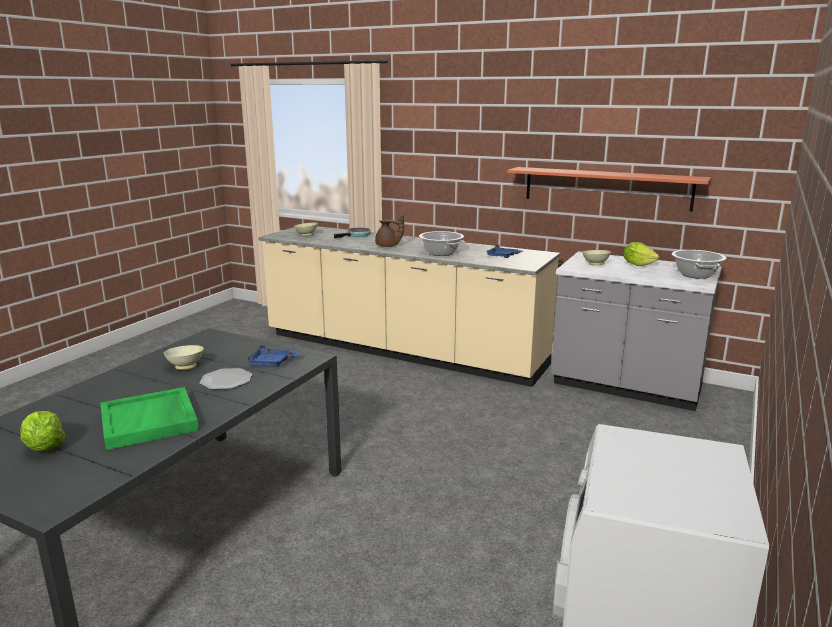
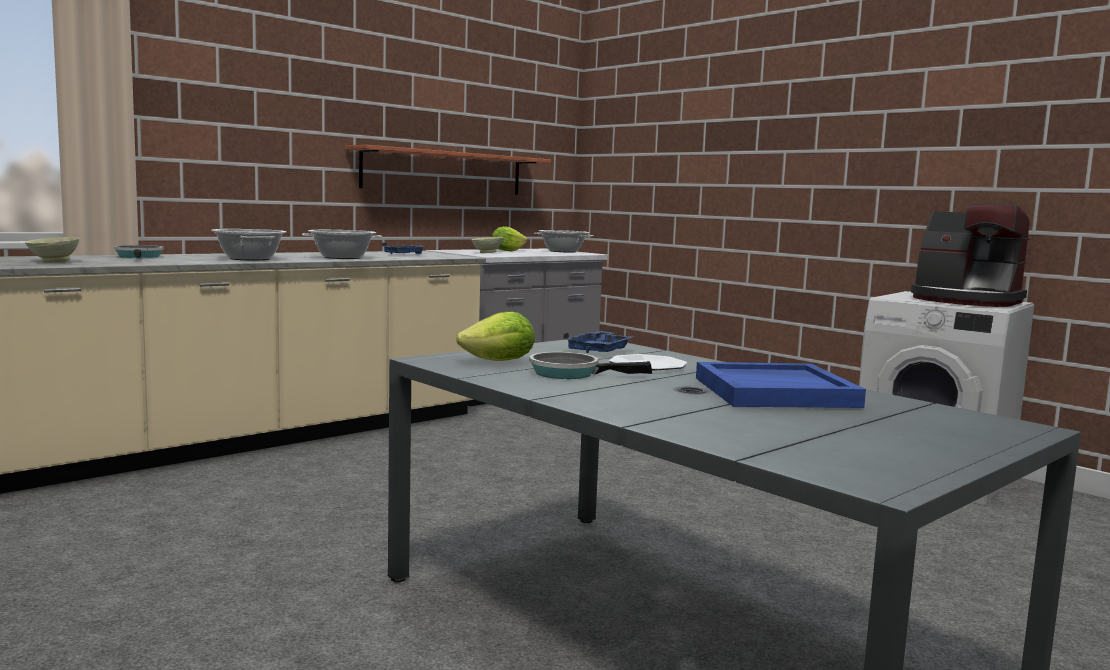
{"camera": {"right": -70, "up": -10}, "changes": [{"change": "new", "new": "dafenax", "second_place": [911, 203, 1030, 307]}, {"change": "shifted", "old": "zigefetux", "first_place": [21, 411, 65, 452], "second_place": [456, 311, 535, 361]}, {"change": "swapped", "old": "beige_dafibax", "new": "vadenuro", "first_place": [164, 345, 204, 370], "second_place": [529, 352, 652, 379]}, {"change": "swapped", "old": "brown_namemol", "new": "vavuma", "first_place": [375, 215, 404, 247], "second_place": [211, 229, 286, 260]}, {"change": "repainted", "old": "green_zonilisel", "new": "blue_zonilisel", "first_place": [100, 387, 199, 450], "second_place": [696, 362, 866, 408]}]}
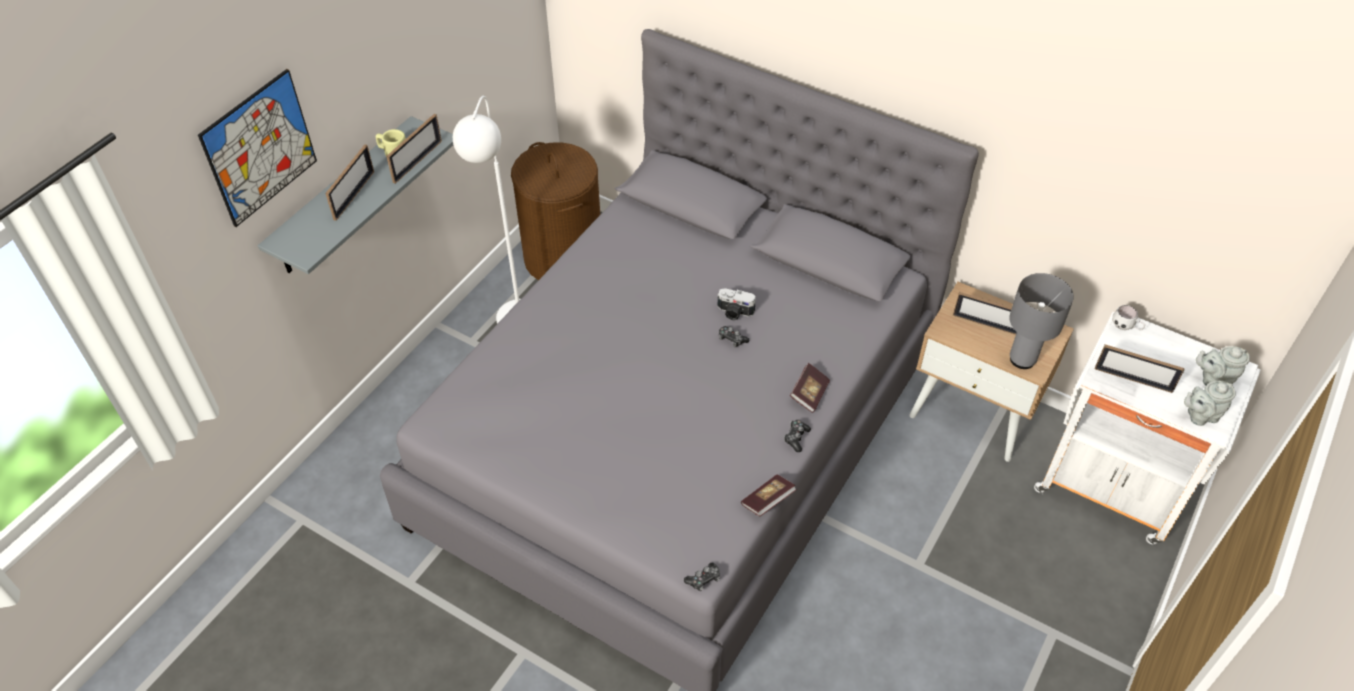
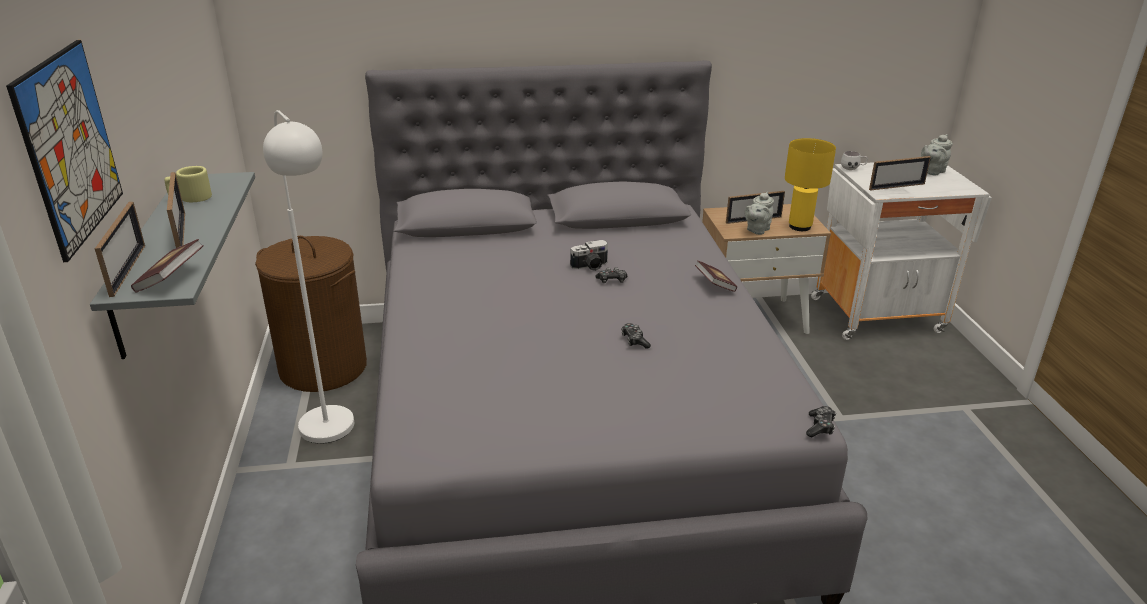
{"camera": {"right": -40, "up": -20}, "changes": [{"change": "shifted", "old": "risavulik", "first_place": [386, 114, 442, 184], "second_place": [95, 202, 145, 297]}, {"change": "shifted", "old": "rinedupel", "first_place": [741, 474, 797, 516], "second_place": [131, 239, 204, 292]}, {"change": "shifted", "old": "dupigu", "first_place": [784, 420, 811, 452], "second_place": [621, 323, 651, 349]}, {"change": "shifted", "old": "grey_namemol", "first_place": [1184, 381, 1236, 426], "second_place": [745, 192, 774, 235]}, {"change": "repainted", "old": "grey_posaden", "new": "yellow_posaden", "first_place": [1009, 273, 1074, 369], "second_place": [785, 138, 836, 231]}]}
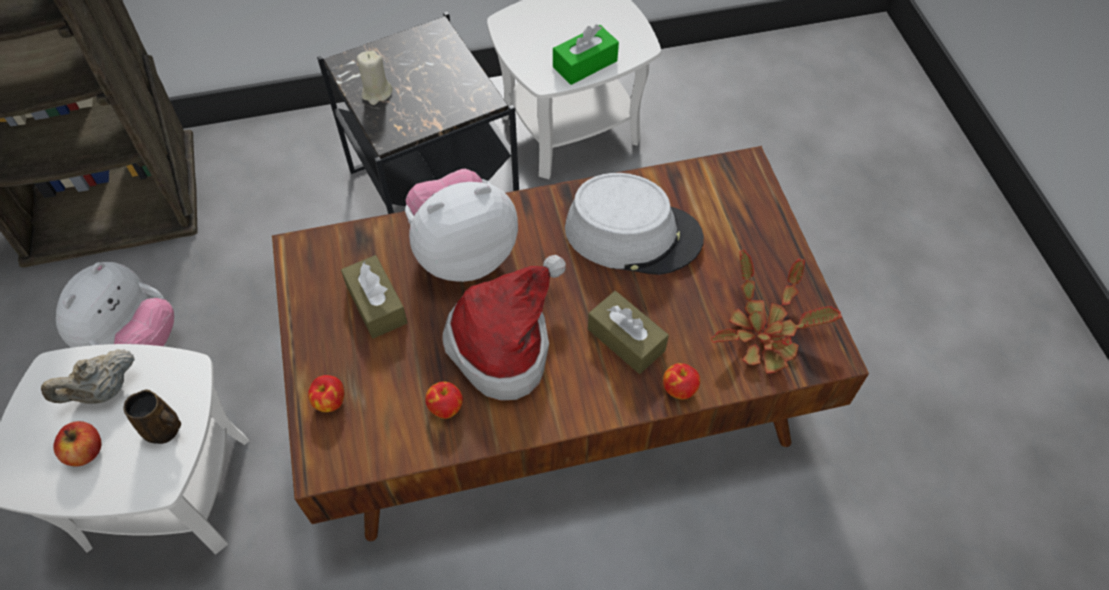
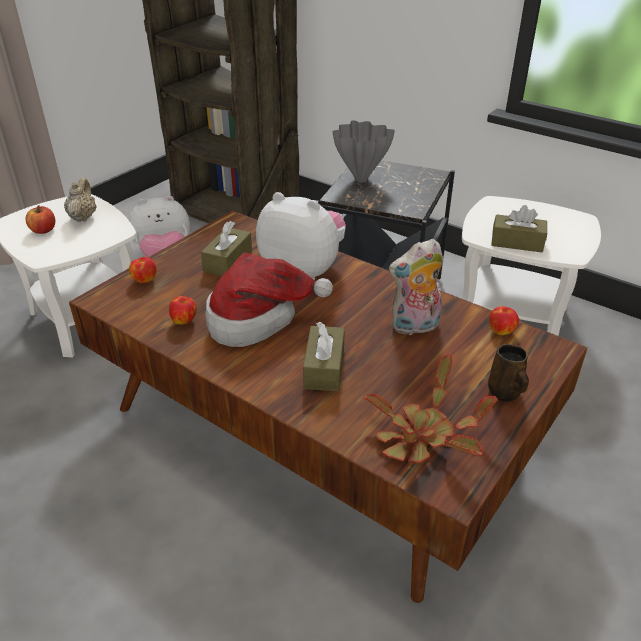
{"camera": {"right": 50, "up": -20}, "changes": [{"change": "shifted", "old": "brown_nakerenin", "first_place": [123, 389, 181, 444], "second_place": [488, 344, 529, 402]}, {"change": "shifted", "old": "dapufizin", "first_place": [663, 363, 700, 400], "second_place": [489, 306, 519, 335]}, {"change": "swapped", "old": "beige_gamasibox", "new": "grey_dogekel", "first_place": [357, 51, 393, 105], "second_place": [333, 120, 395, 182]}, {"change": "swapped", "old": "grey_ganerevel", "new": "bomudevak", "first_place": [565, 173, 704, 275], "second_place": [389, 239, 444, 335]}, {"change": "repainted", "old": "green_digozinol", "new": "brown_digozinol", "first_place": [553, 24, 619, 85], "second_place": [491, 205, 547, 252]}, {"change": "rotated", "old": "beige_namemol", "first_place": [41, 349, 135, 404], "second_place": [64, 177, 97, 222], "degrees": 75}]}
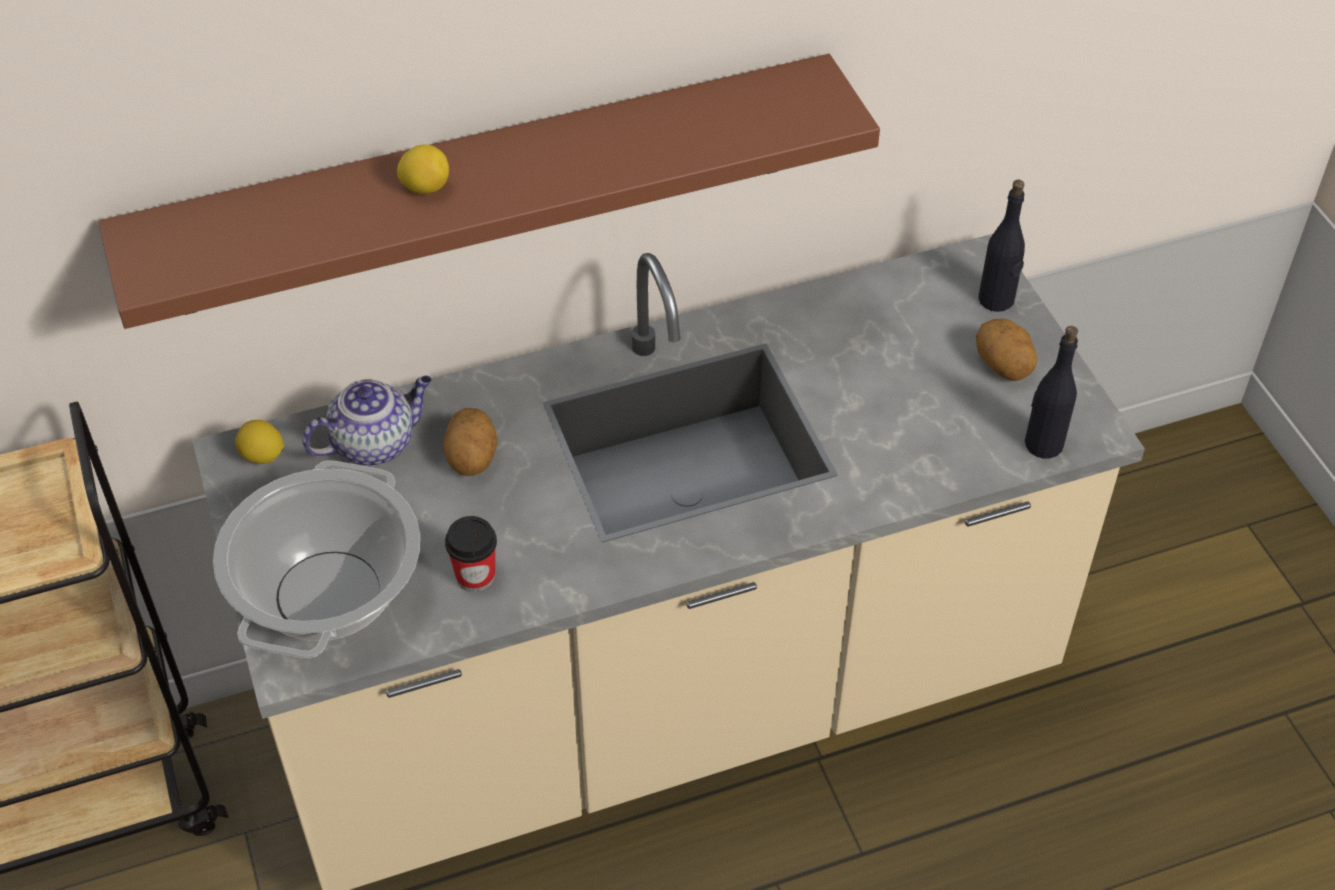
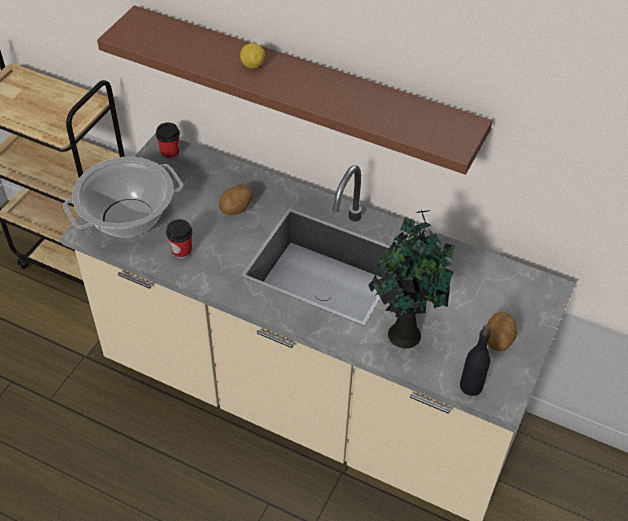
{"camera": {"right": 45, "up": 0}, "changes": [{"change": "gone", "old": "namemol", "first_place": [302, 376, 432, 466]}, {"change": "gone", "old": "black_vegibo", "first_place": [978, 180, 1025, 312]}, {"change": "new", "new": "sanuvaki", "second_place": [369, 210, 455, 349]}, {"change": "swapped", "old": "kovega", "new": "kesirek", "first_place": [235, 420, 284, 464], "second_place": [156, 123, 180, 160]}]}
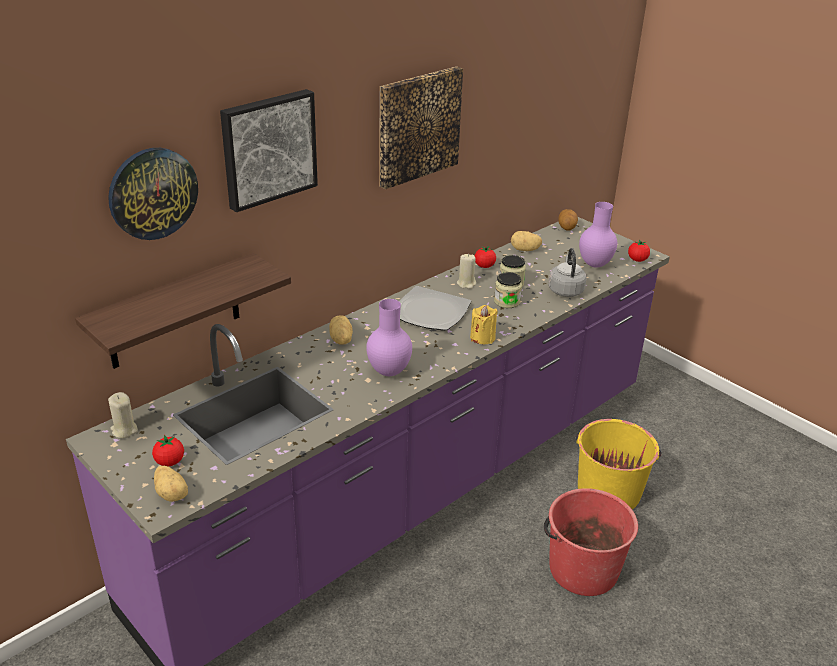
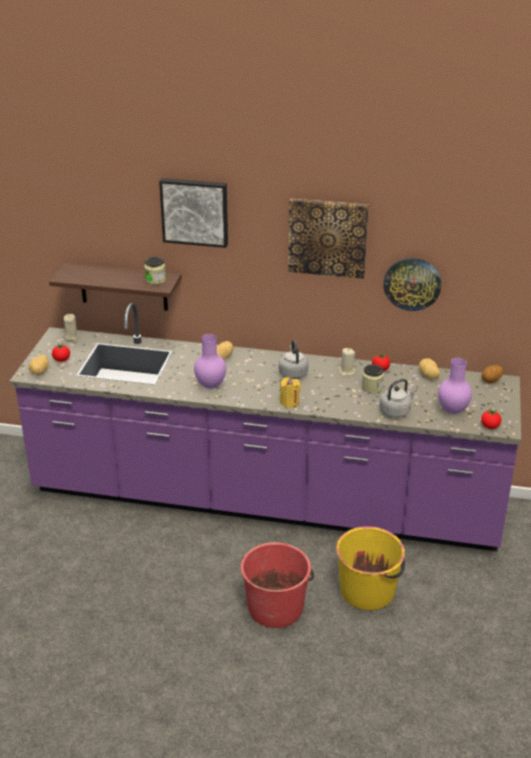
{"camera": {"right": 55, "up": 0}, "changes": [{"change": "shifted", "old": "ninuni", "first_place": [108, 148, 198, 240], "second_place": [383, 258, 441, 311]}, {"change": "shifted", "old": "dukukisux", "first_place": [494, 272, 522, 308], "second_place": [144, 257, 166, 285]}, {"change": "swapped", "old": "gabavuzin", "new": "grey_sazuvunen", "first_place": [399, 286, 471, 331], "second_place": [279, 340, 309, 379]}]}
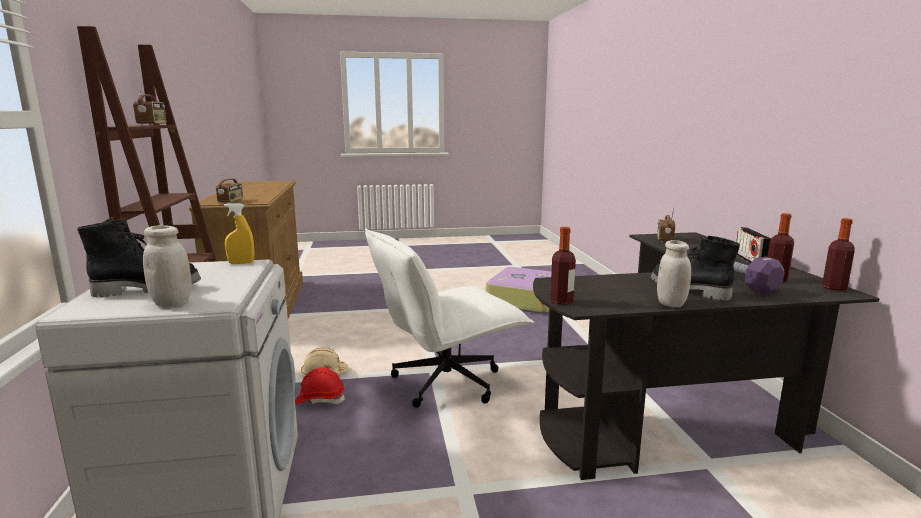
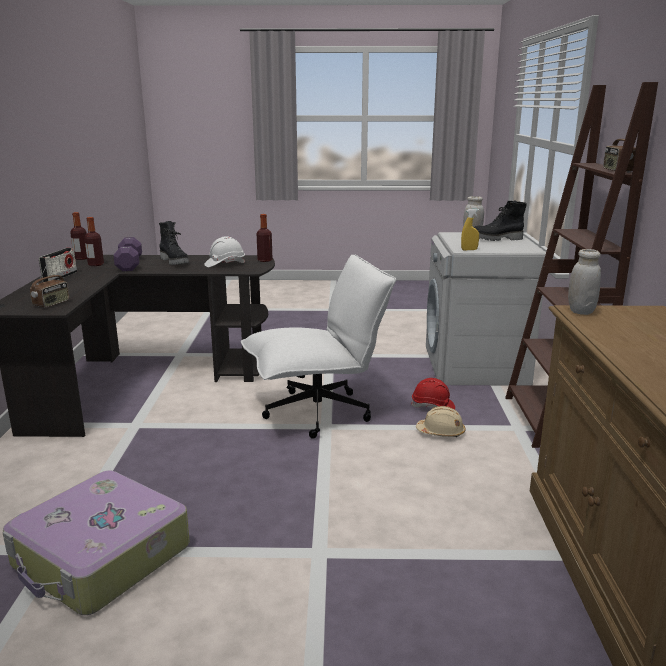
{"camera": {"right": -170, "up": 5}, "changes": [{"change": "gone", "old": "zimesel", "first_place": [216, 170, 243, 203]}, {"change": "new", "new": "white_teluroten", "second_place": [204, 236, 245, 267]}, {"change": "shifted", "old": "white_dukukisux", "first_place": [657, 240, 691, 307], "second_place": [568, 249, 601, 315]}]}
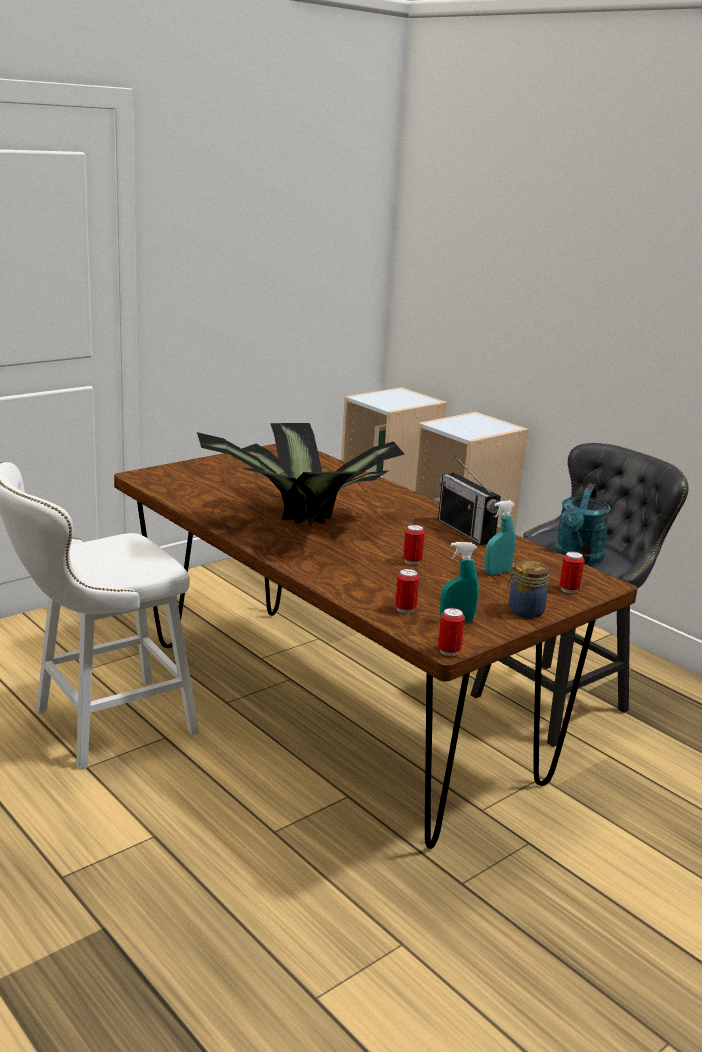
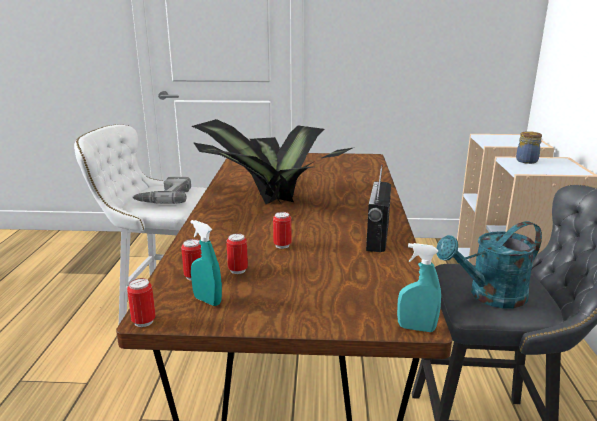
{"camera": {"right": 45, "up": 0}, "changes": [{"change": "new", "new": "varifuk", "second_place": [132, 177, 191, 204]}, {"change": "shifted", "old": "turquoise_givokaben", "first_place": [484, 500, 515, 575], "second_place": [397, 243, 441, 332]}, {"change": "shifted", "old": "dukukisux", "first_place": [507, 560, 549, 618], "second_place": [516, 131, 542, 164]}, {"change": "shifted", "old": "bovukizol", "first_place": [560, 551, 585, 593], "second_place": [227, 233, 248, 274]}]}
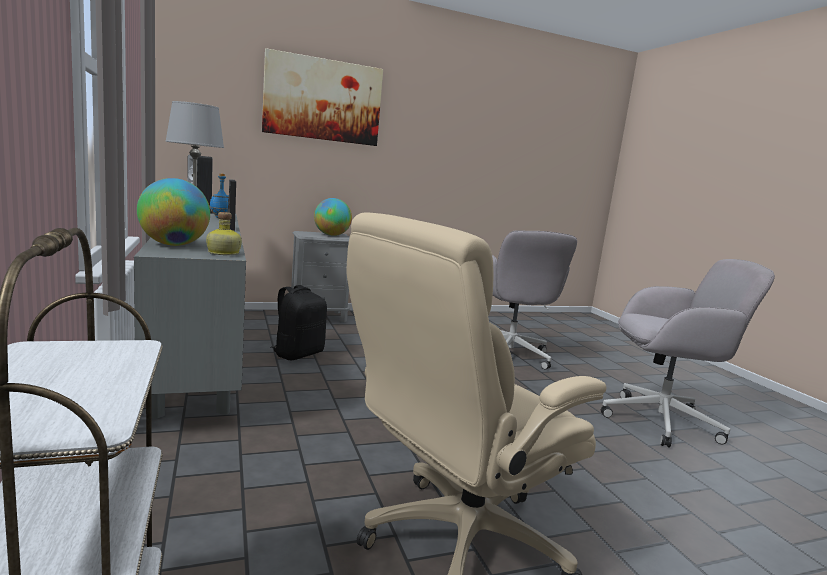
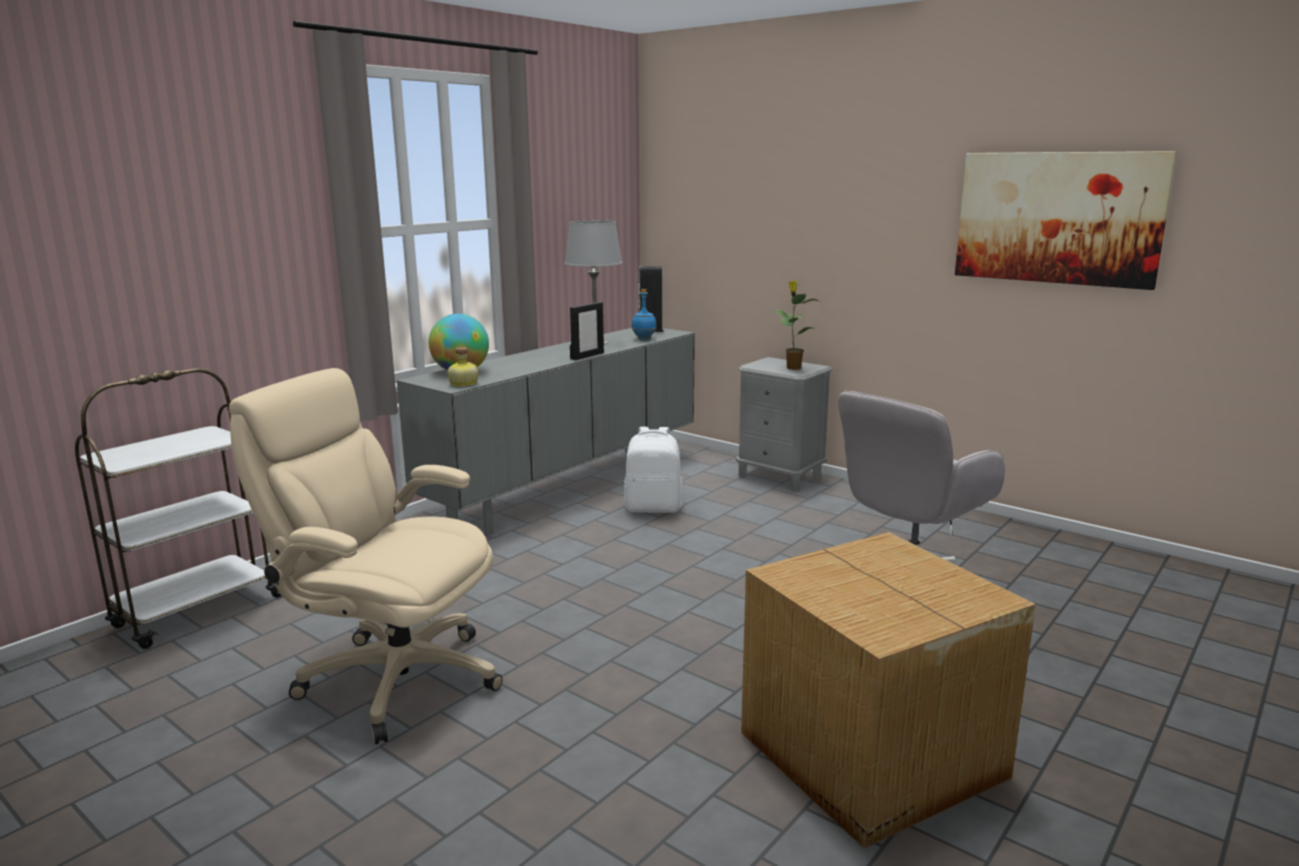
{"camera": {"right": 60, "up": 5}, "changes": [{"change": "shifted", "old": "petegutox", "first_place": [262, 48, 383, 146], "second_place": [955, 151, 1177, 290]}, {"change": "swapped", "old": "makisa", "new": "sanuvaki", "first_place": [314, 198, 352, 236], "second_place": [772, 281, 819, 370]}, {"change": "swapped", "old": "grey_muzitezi", "new": "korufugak", "first_place": [601, 259, 775, 448], "second_place": [741, 532, 1036, 848]}, {"change": "repainted", "old": "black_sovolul", "new": "white_sovolul", "first_place": [271, 285, 327, 360], "second_place": [624, 427, 683, 513]}]}
